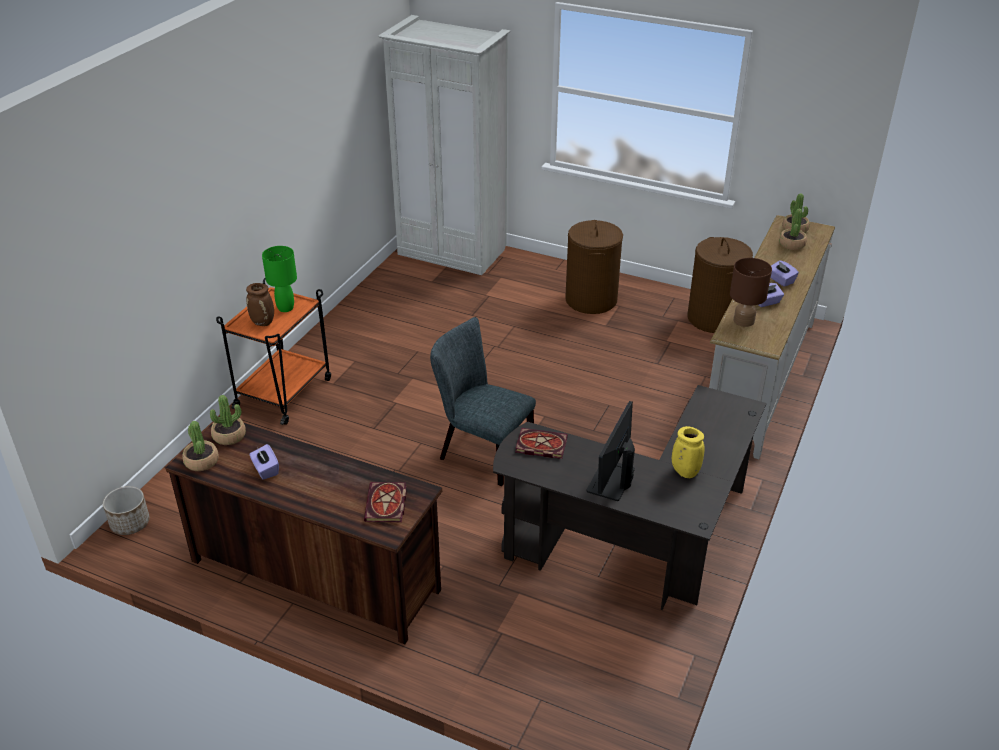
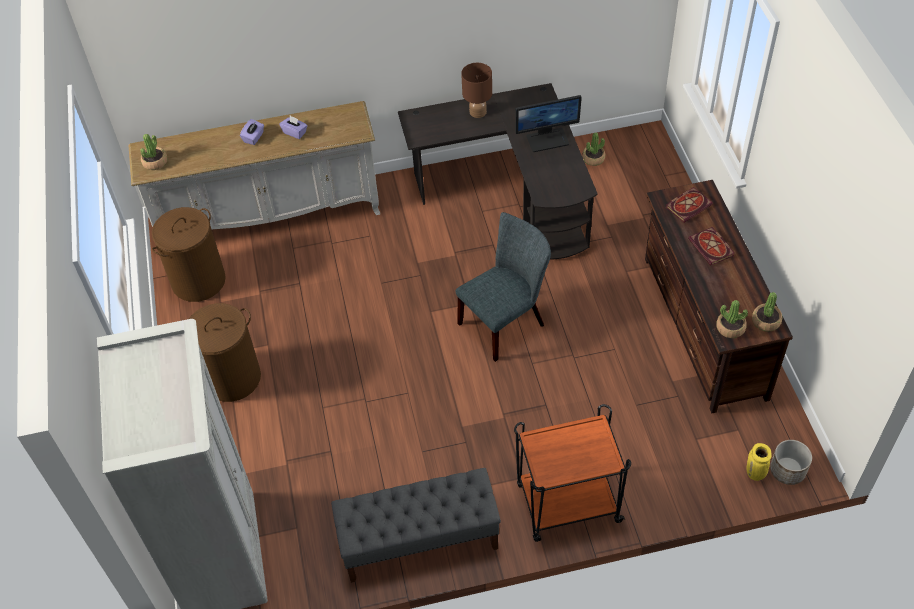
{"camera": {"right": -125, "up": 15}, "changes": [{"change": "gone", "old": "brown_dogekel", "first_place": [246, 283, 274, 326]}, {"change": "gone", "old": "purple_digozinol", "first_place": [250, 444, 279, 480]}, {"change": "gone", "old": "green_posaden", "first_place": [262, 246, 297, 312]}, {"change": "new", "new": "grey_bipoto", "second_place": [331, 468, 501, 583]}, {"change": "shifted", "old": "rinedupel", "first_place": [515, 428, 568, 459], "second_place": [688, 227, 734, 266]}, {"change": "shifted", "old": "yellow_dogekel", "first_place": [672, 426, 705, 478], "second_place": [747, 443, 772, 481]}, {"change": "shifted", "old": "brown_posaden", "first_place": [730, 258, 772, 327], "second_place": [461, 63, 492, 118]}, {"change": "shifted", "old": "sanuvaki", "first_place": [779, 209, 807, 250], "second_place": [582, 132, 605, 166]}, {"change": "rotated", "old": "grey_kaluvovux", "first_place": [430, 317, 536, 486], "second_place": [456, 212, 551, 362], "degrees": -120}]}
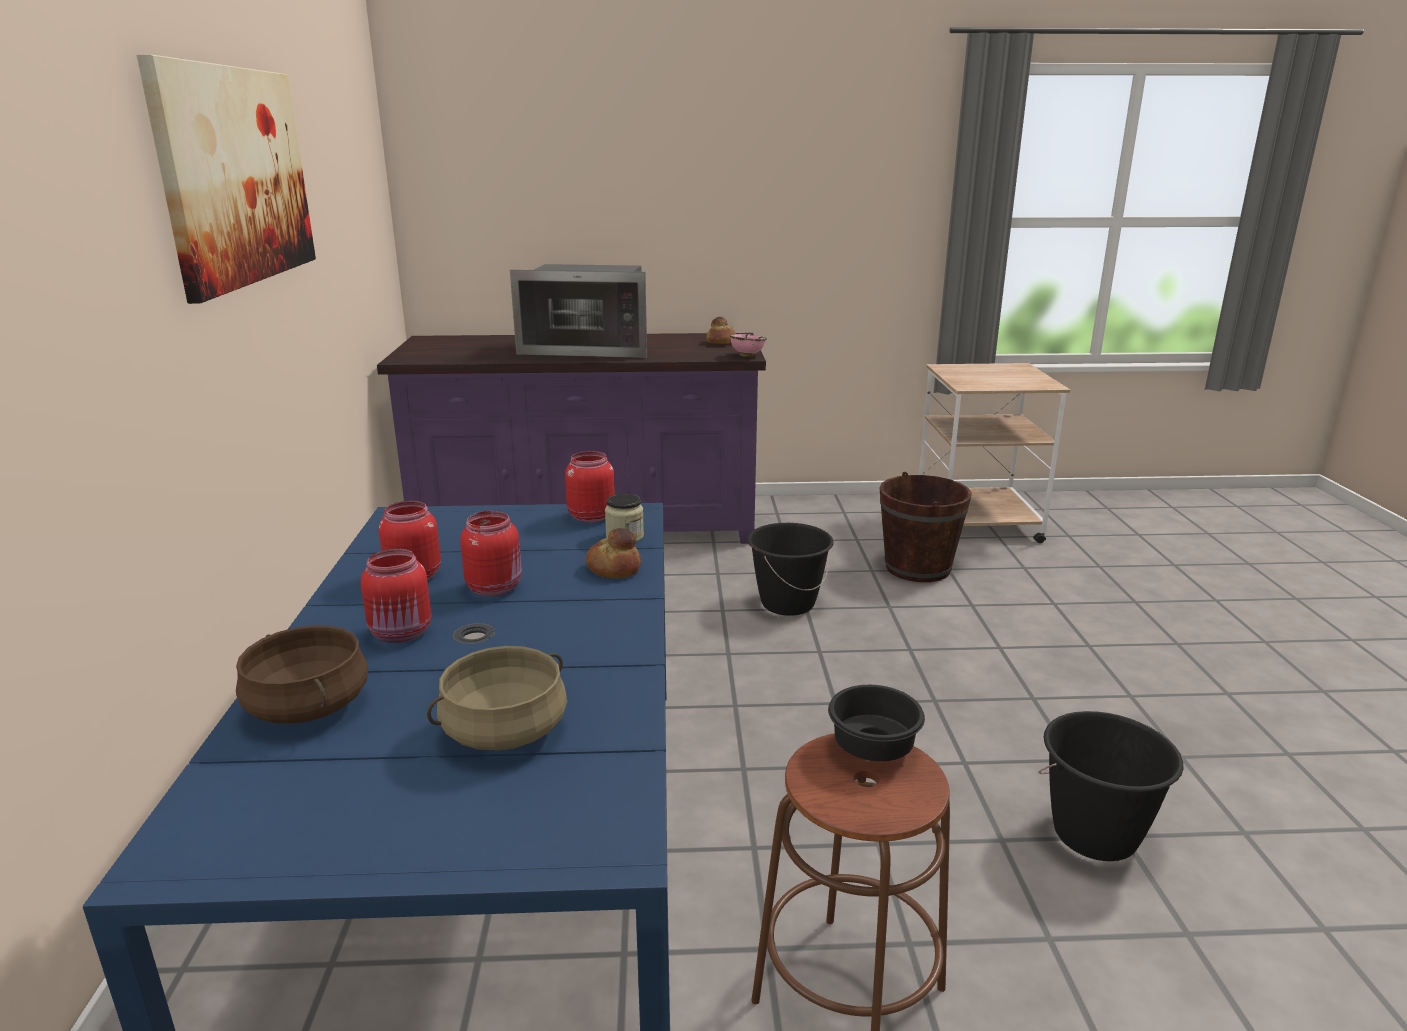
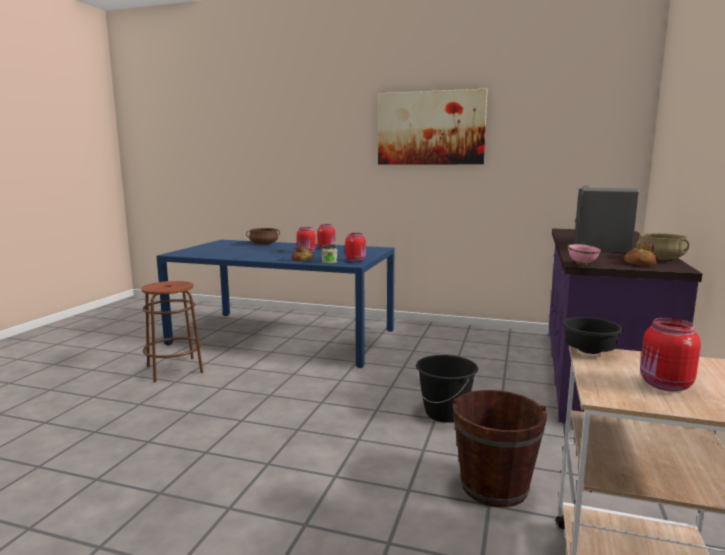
{"camera": {"right": 110, "up": -10}, "changes": [{"change": "gone", "old": "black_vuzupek", "first_place": [1038, 711, 1184, 861]}, {"change": "shifted", "old": "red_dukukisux", "first_place": [361, 549, 431, 643], "second_place": [640, 318, 701, 392]}, {"change": "shifted", "old": "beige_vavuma", "first_place": [427, 646, 567, 751], "second_place": [636, 233, 689, 260]}, {"change": "shifted", "old": "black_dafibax", "first_place": [828, 685, 925, 761], "second_place": [561, 317, 623, 354]}]}
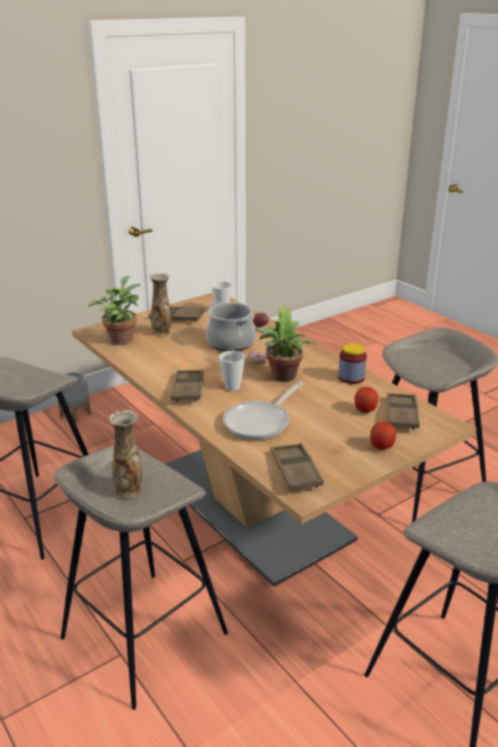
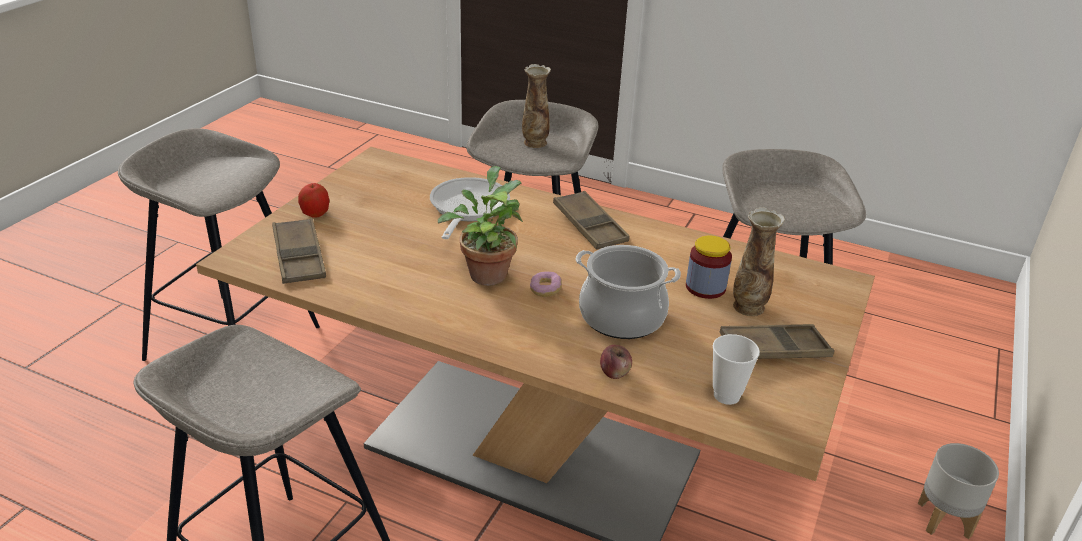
{"camera": {"right": 150, "up": 5}, "changes": [{"change": "gone", "old": "sanuvaki", "first_place": [88, 276, 140, 345]}, {"change": "gone", "old": "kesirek", "first_place": [219, 351, 245, 391]}, {"change": "gone", "old": "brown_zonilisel", "first_place": [271, 443, 324, 491]}, {"change": "gone", "old": "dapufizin", "first_place": [354, 387, 378, 413]}, {"change": "shifted", "old": "dukukisux", "first_place": [338, 343, 367, 384], "second_place": [686, 235, 732, 299]}]}
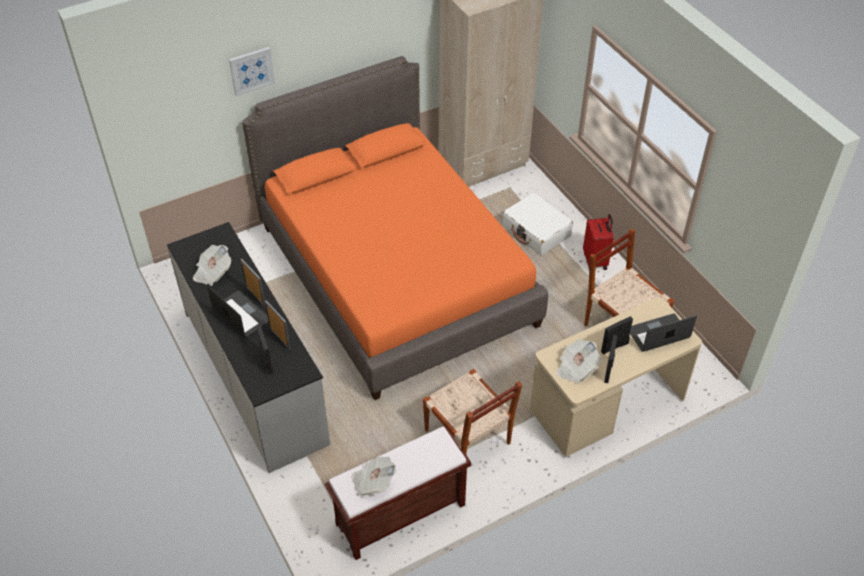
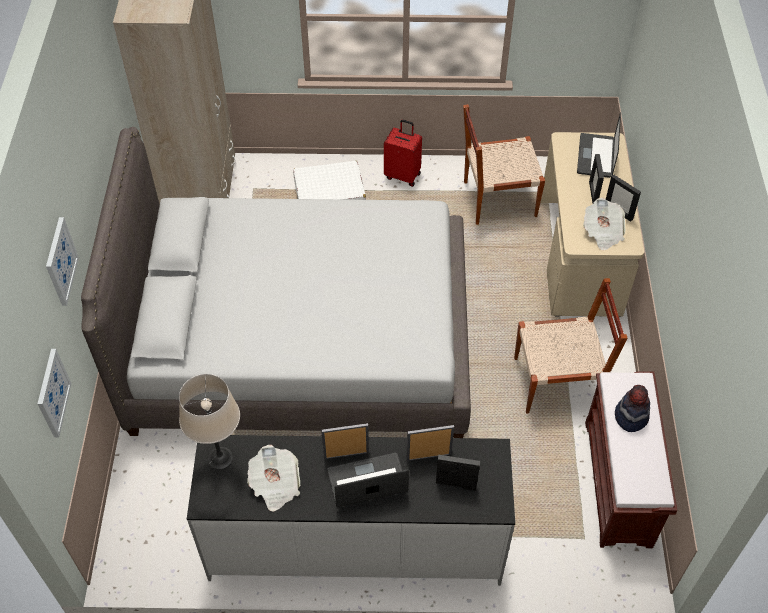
{"camera": {"right": -60, "up": 5}, "changes": [{"change": "gone", "old": "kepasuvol", "first_place": [351, 457, 396, 496]}, {"change": "new", "new": "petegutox", "second_place": [37, 349, 72, 437]}, {"change": "new", "new": "beige_posaden", "second_place": [179, 374, 240, 470]}, {"change": "new", "new": "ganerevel", "second_place": [615, 385, 650, 432]}, {"change": "repainted", "old": "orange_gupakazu", "new": "grey_gupakazu", "first_place": [242, 56, 548, 400], "second_place": [81, 127, 471, 438]}]}
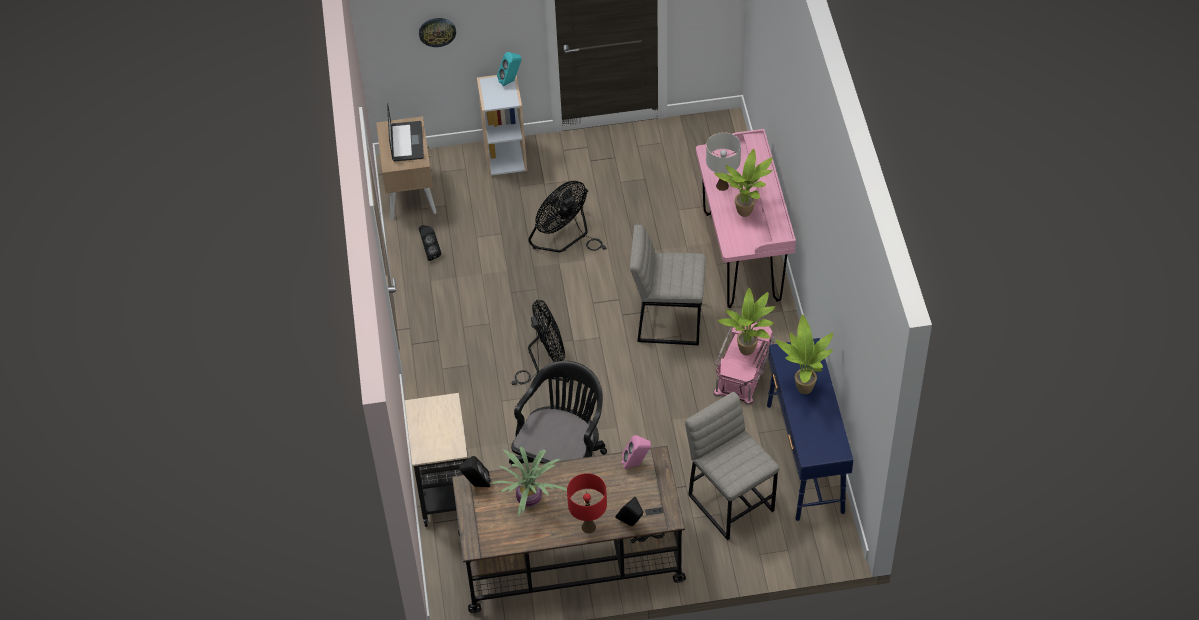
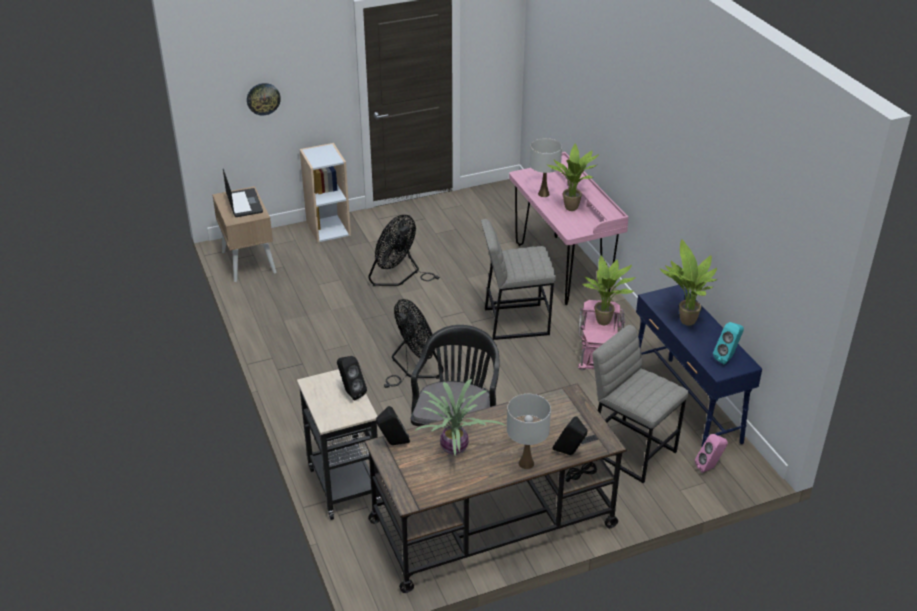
{"camera": {"right": -15, "up": -15}, "changes": [{"change": "shifted", "old": "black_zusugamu", "first_place": [419, 225, 441, 261], "second_place": [337, 356, 367, 401]}, {"change": "shifted", "old": "turquoise_zusugamu", "first_place": [497, 52, 521, 87], "second_place": [713, 322, 744, 364]}, {"change": "shifted", "old": "pink_zusugamu", "first_place": [622, 435, 651, 469], "second_place": [695, 434, 728, 473]}, {"change": "repainted", "old": "red_posaden", "new": "white_posaden", "first_place": [567, 473, 607, 533], "second_place": [507, 394, 551, 469]}]}
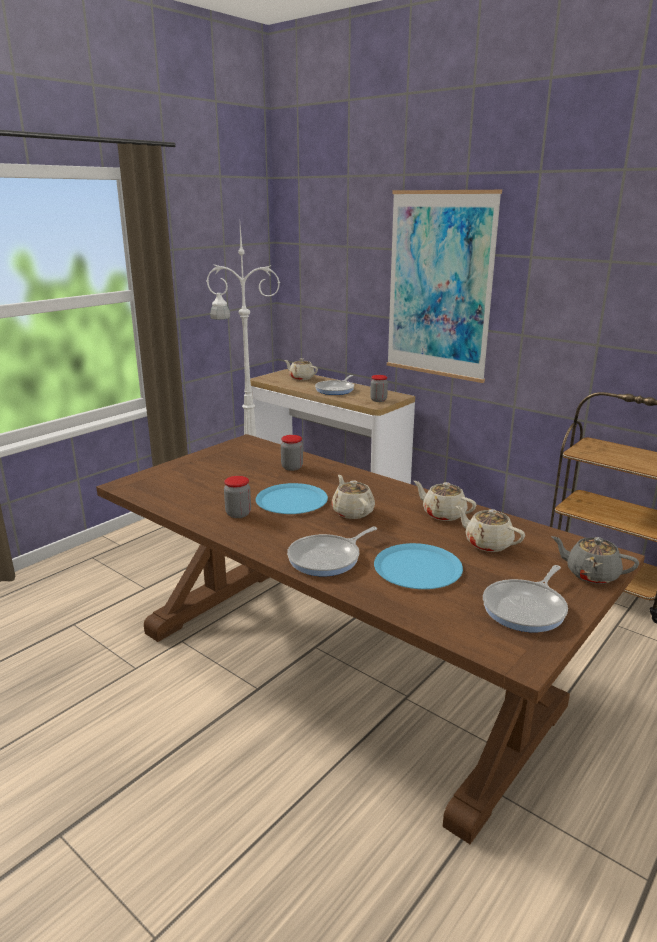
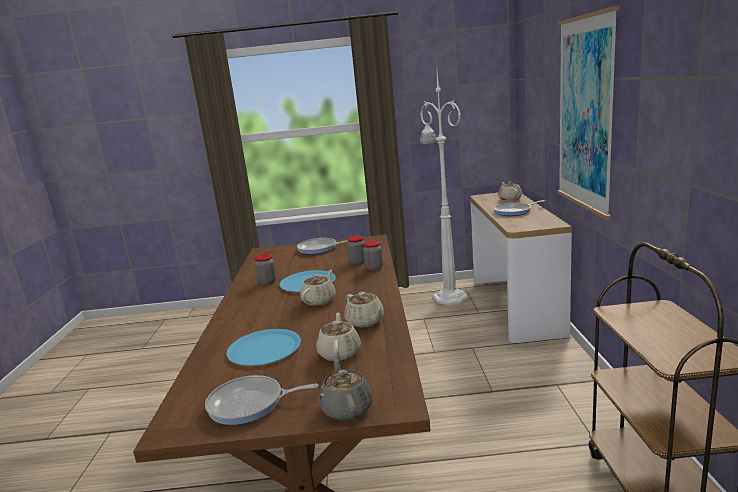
{"camera": {"right": 50, "up": -5}, "changes": [{"change": "shifted", "old": "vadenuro", "first_place": [287, 527, 377, 576], "second_place": [297, 238, 348, 254]}, {"change": "shifted", "old": "dukukisux", "first_place": [370, 375, 388, 402], "second_place": [363, 241, 383, 271]}, {"change": "rotated", "old": "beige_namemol", "first_place": [414, 481, 476, 521], "second_place": [344, 292, 384, 328], "degrees": 150}]}
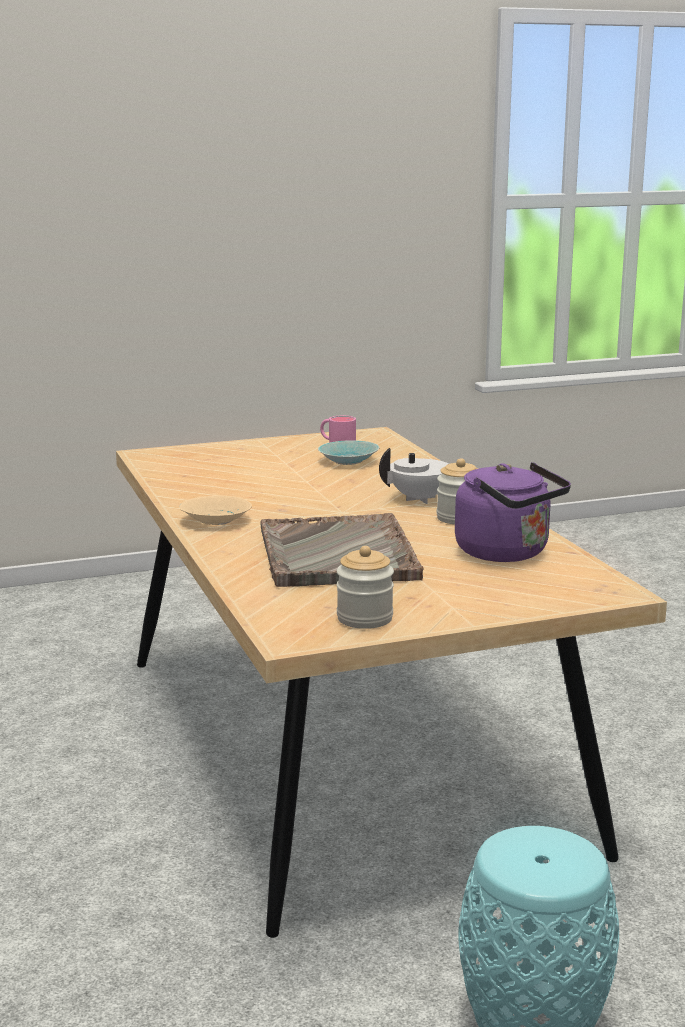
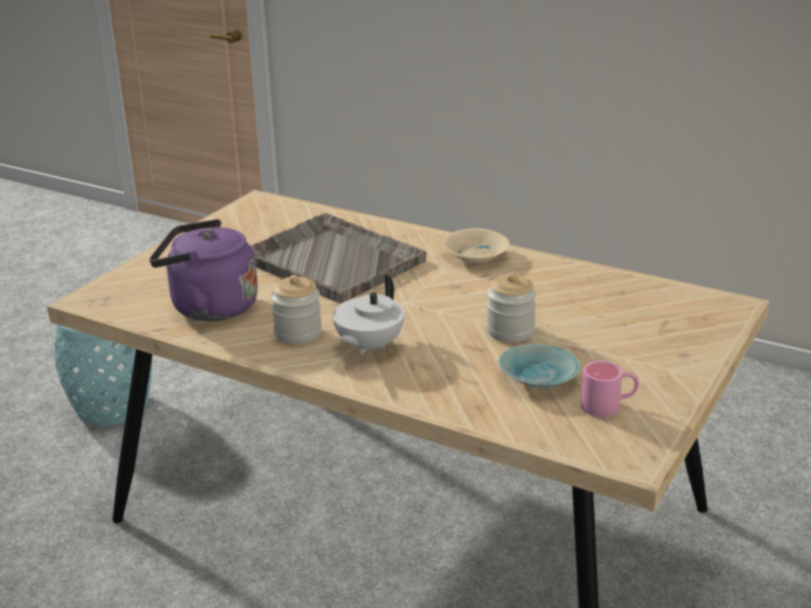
{"camera": {"right": 140, "up": 10}, "changes": [{"change": "shifted", "old": "dukukisux", "first_place": [337, 546, 394, 629], "second_place": [487, 272, 536, 342]}]}
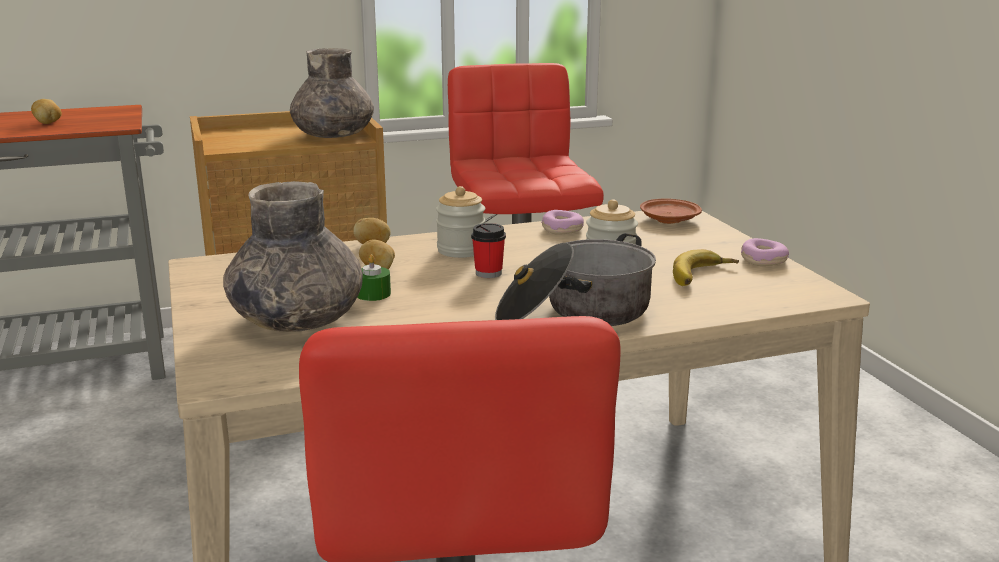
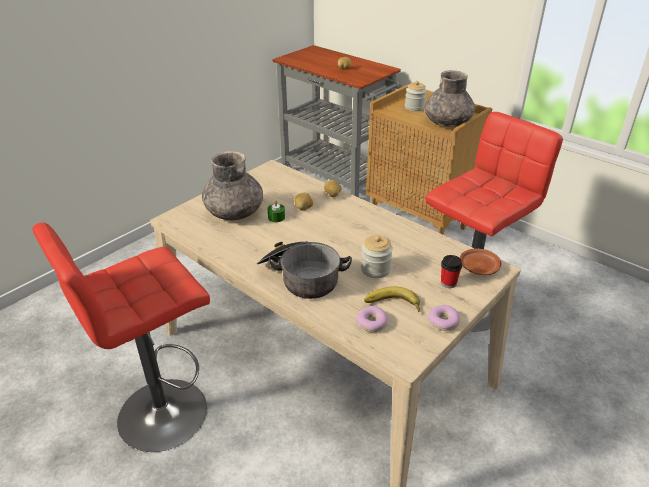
{"camera": {"right": 60, "up": 15}, "changes": [{"change": "shifted", "old": "dukukisux", "first_place": [436, 186, 485, 258], "second_place": [405, 81, 427, 111]}, {"change": "shifted", "old": "kesirek", "first_place": [471, 223, 506, 278], "second_place": [441, 255, 462, 288]}, {"change": "shifted", "old": "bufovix", "first_place": [541, 210, 584, 235], "second_place": [356, 306, 388, 332]}]}
